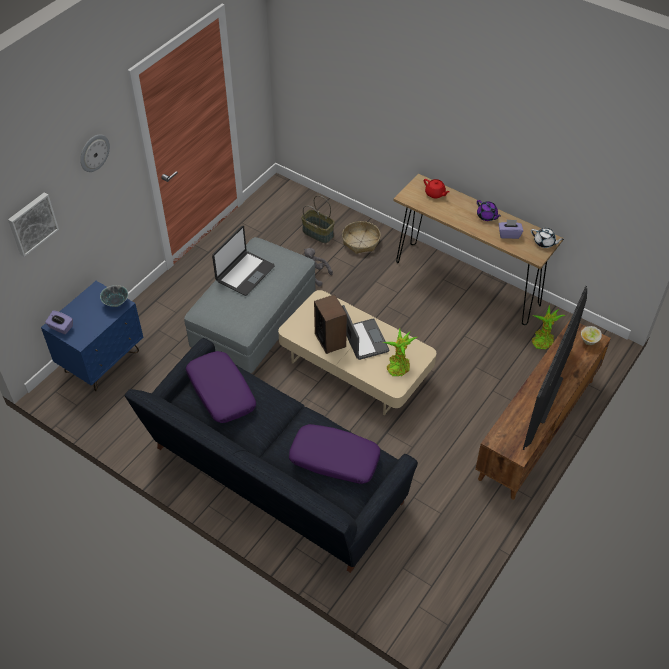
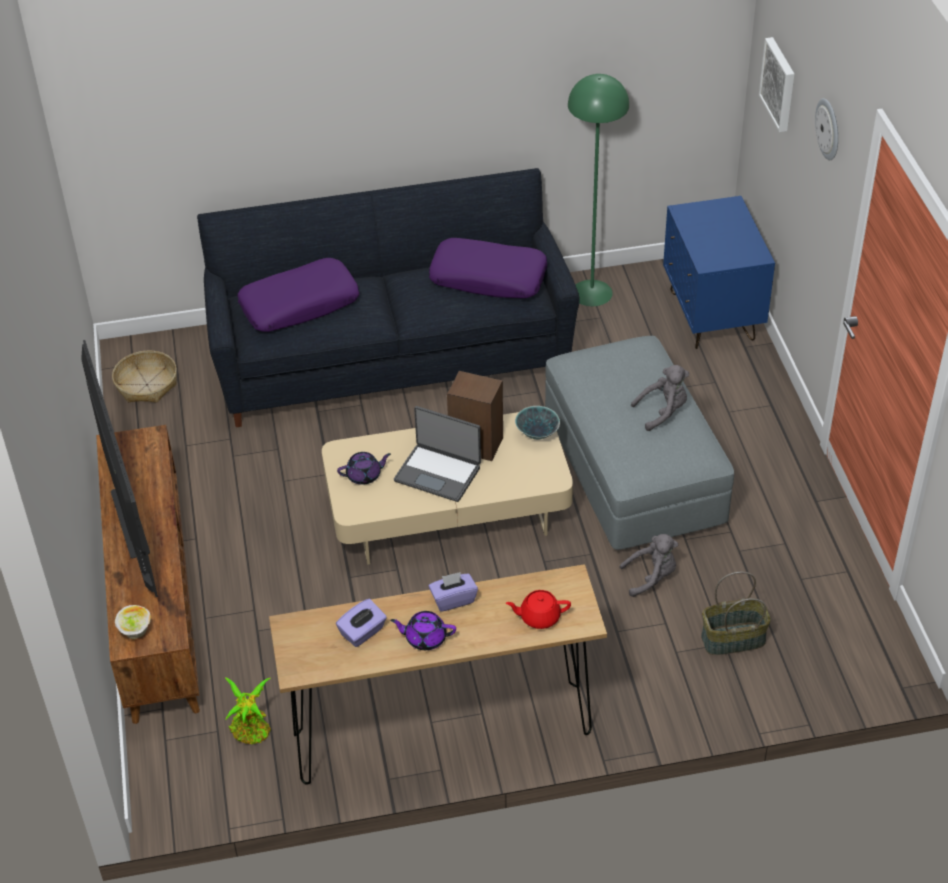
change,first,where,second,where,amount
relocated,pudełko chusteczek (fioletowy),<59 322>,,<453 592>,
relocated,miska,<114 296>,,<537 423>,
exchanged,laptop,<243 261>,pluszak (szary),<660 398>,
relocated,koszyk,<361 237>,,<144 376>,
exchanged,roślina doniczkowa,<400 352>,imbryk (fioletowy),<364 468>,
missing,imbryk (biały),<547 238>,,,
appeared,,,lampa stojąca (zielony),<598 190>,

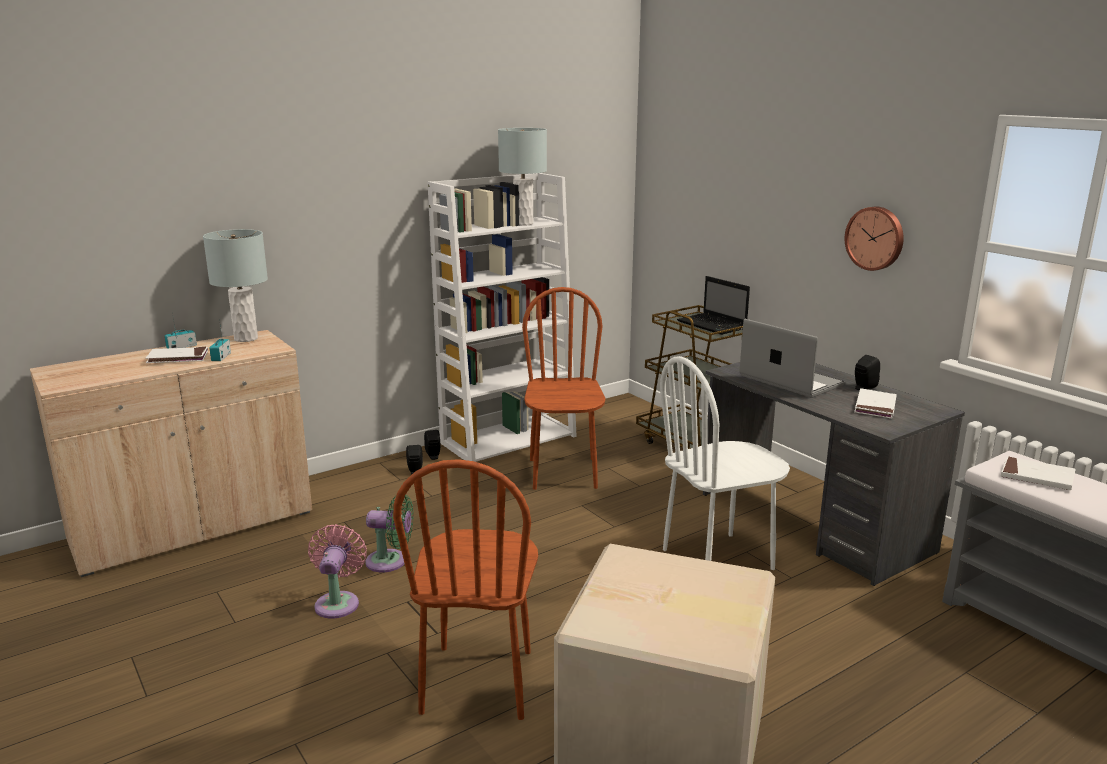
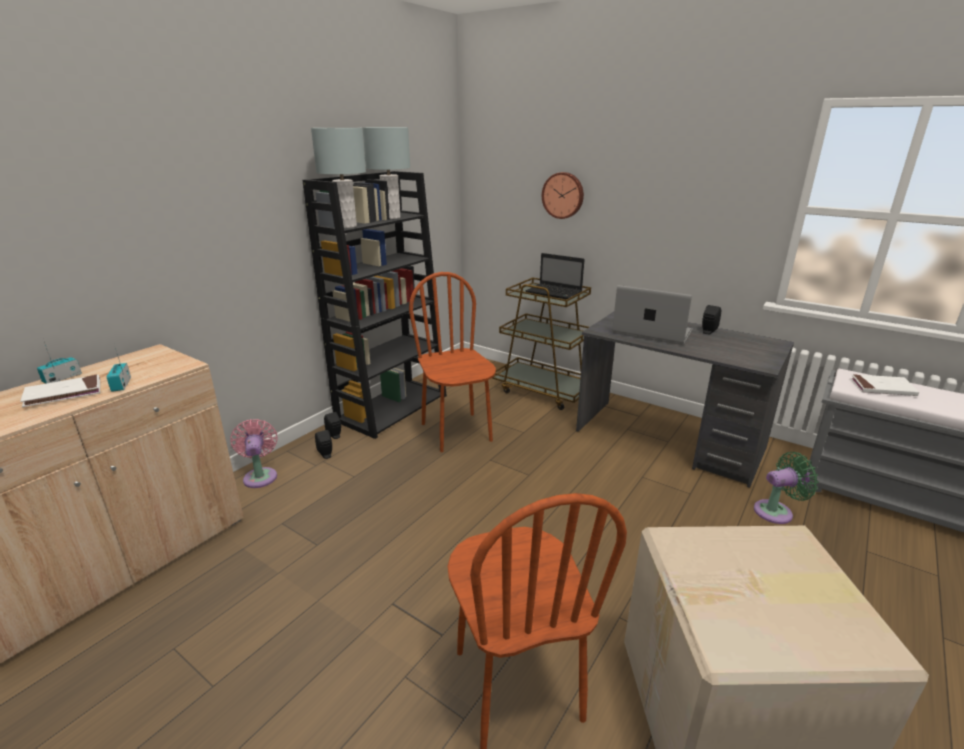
change,first,where,second,where,amount
relocated,lampa stołowa (szary),<235 285>,,<338 178>,
relocated,wentylator (różowy),<337 571>,,<253 453>,
relocated,wentylator (zielony),<389 533>,,<786 488>,
colour,regał (biały),<502 317>,regał (czarny),<374 305>,
missing,krzesło (biały),<725 463>,,,
relocated,zegar ścienny,<874 239>,,<563 195>,
missing,książka (biały),<875 403>,,,

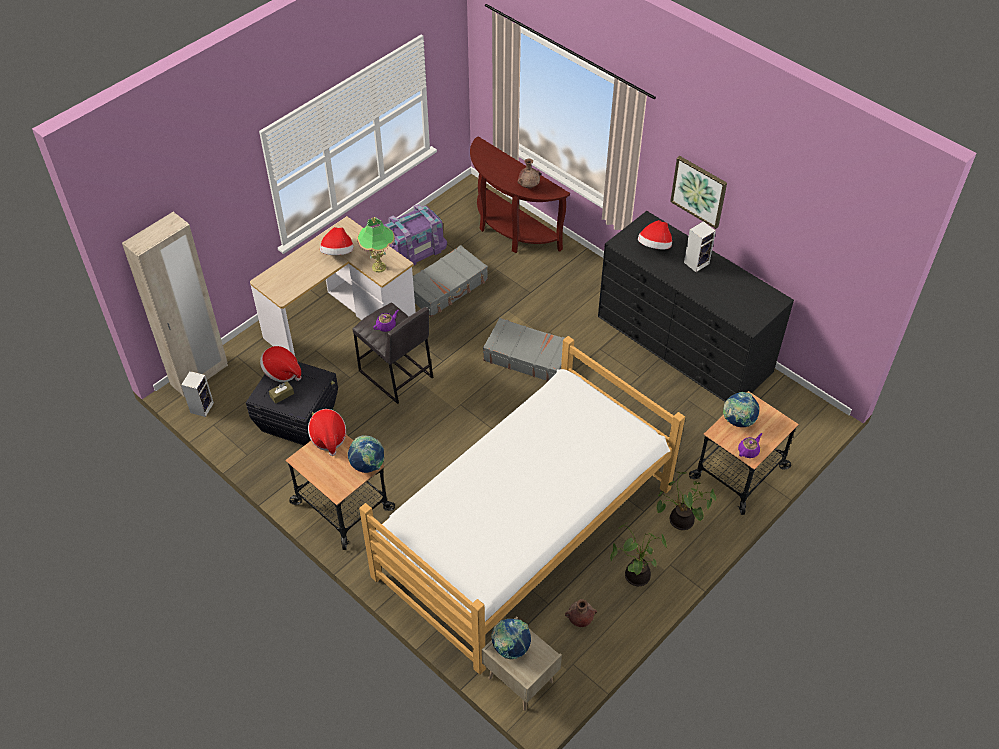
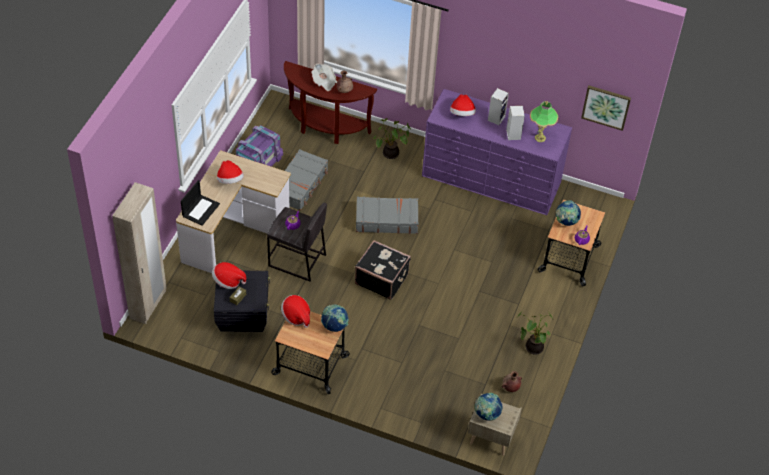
change,first,where,second,where,amount
relocated,głośnik,<197 394>,,<515 123>,
relocated,lampa stołowa,<376 245>,,<544 121>,
missing,łóżko,<522 505>,,,
colour,komoda (czarny),<696 306>,komoda (fioletowy),<497 152>,
relocated,roślina doniczkowa,<686 501>,,<392 138>,
relocated,obraz,<698 192>,,<606 108>,
appeared,,,laptop,<200 202>,
appeared,,,gazeta,<324 77>,
appeared,,,walizka (czarny),<383 270>,

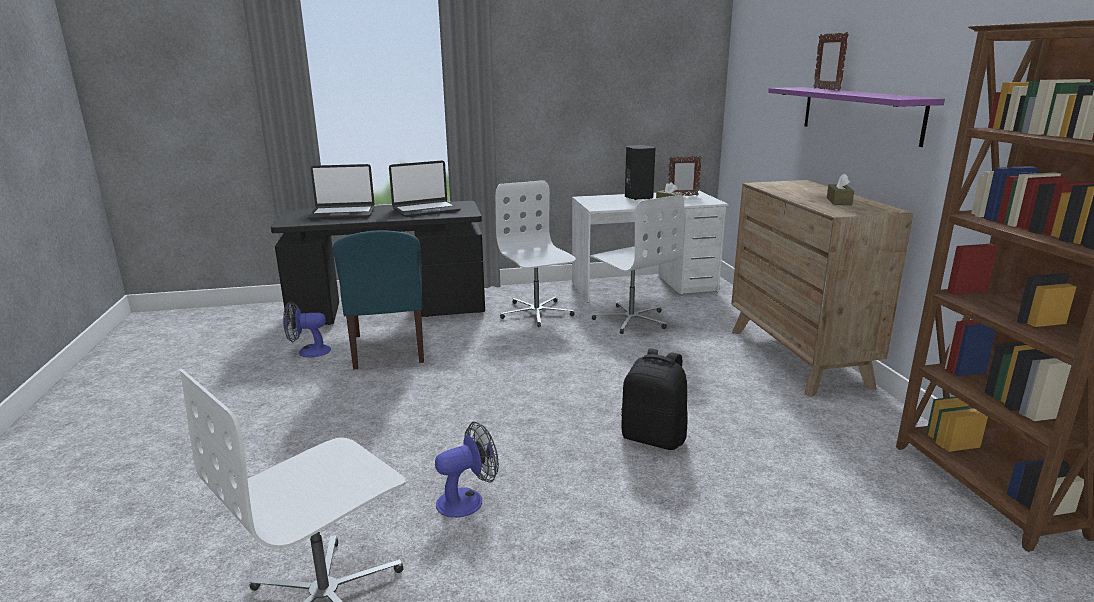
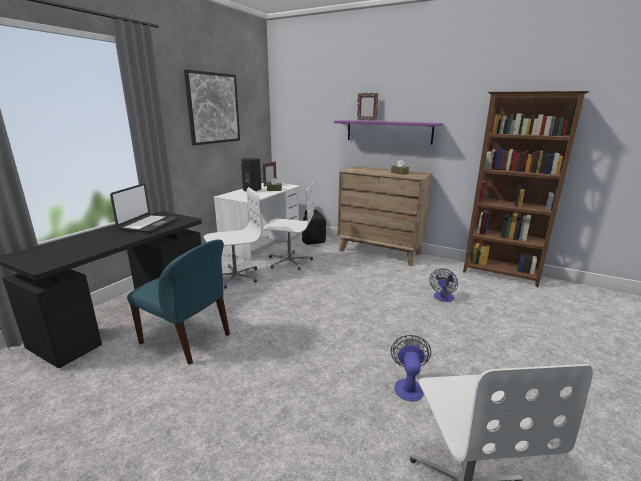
change,first,where,second,where,amount
relocated,wentylator,<307 329>,,<443 285>,
missing,laptop,<341 192>,,,
spun,krzesło biurowe (biały),<535 253>,,<233 238>,135 degrees clockwise
relocated,plecak (czarny),<654 399>,,<314 227>,
appeared,,,obraz,<212 107>,

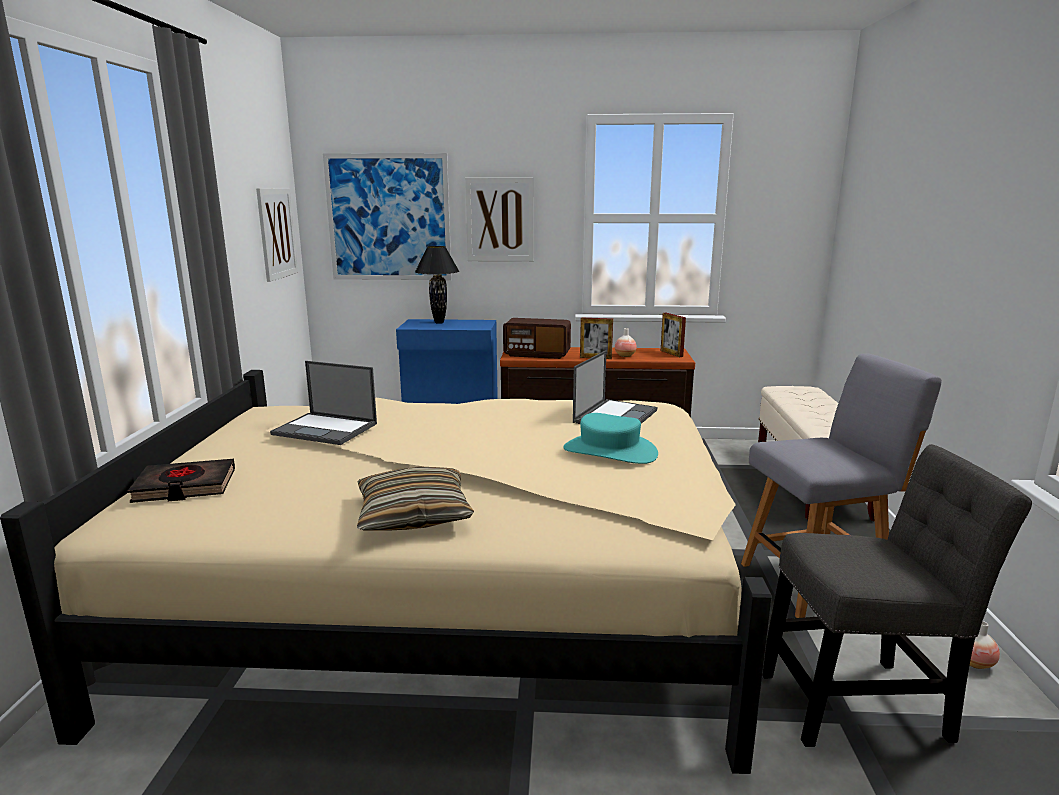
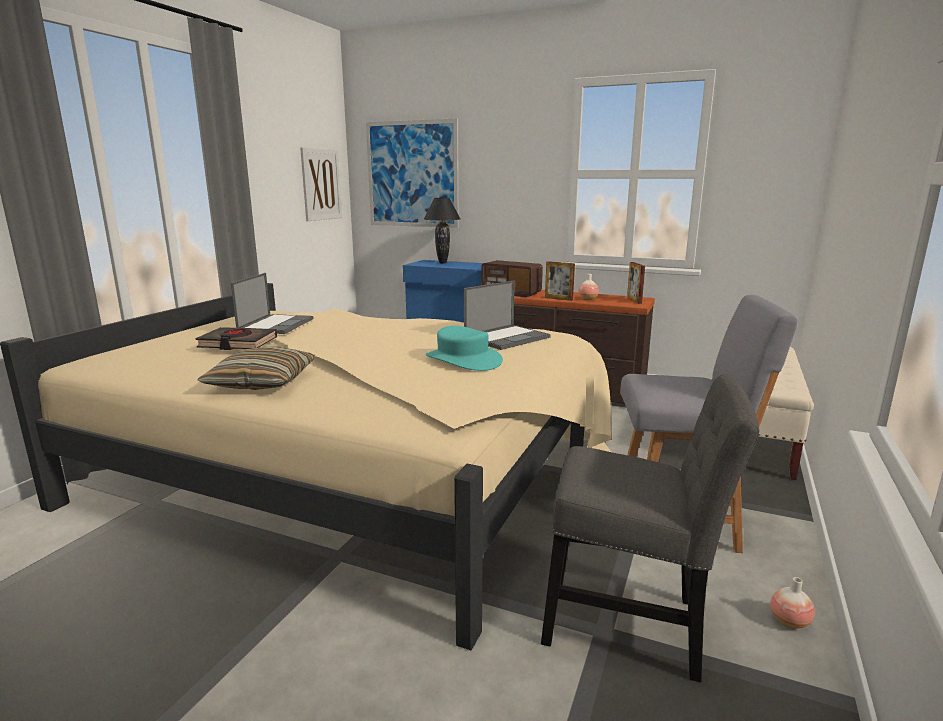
change,first,where,second,where,amount
relocated,książka (czarny),<181 481>,,<236 338>,
spun,laptop,<323 403>,,<272 303>,120 degrees counterclockwise
missing,obraz,<499 219>,,,

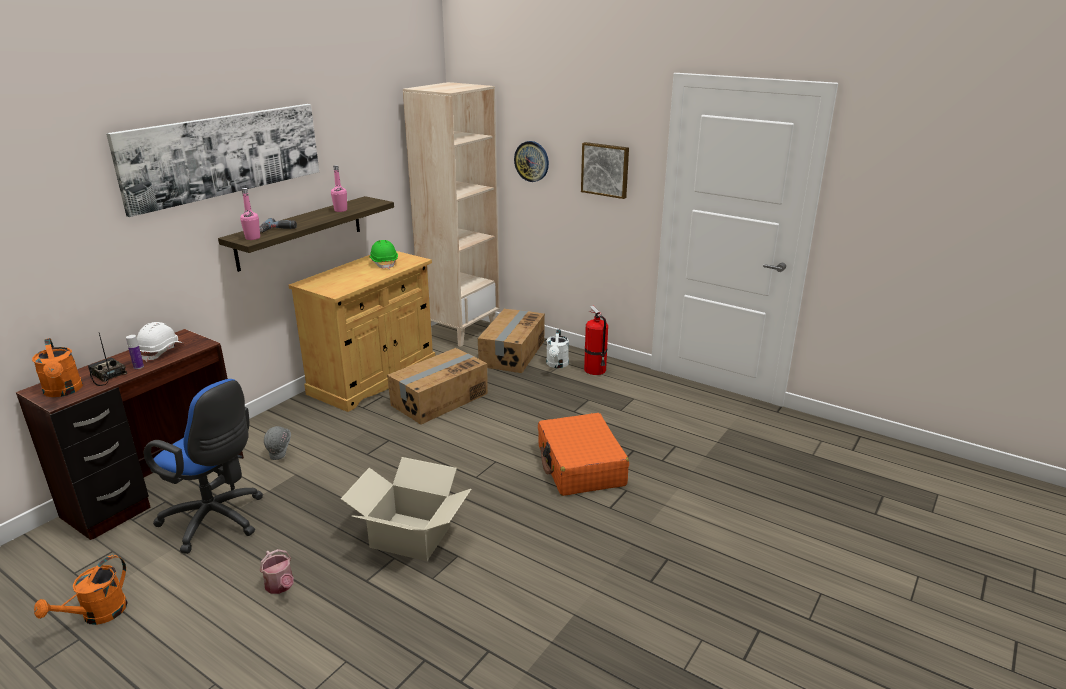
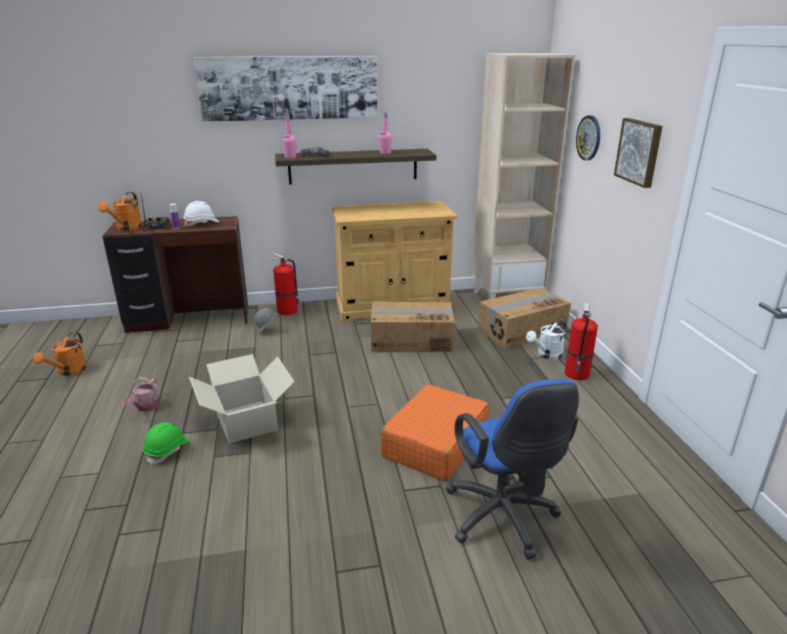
change,first,where,second,where,amount
spun,konewka (pomarańczowy),<81 590>,,<60 353>,60 degrees counterclockwise
relocated,krzesło biurowe (niebieski),<203 466>,,<512 469>,
relocated,kask (zielony),<383 254>,,<166 443>,
appeared,,,gaśnica,<286 284>,

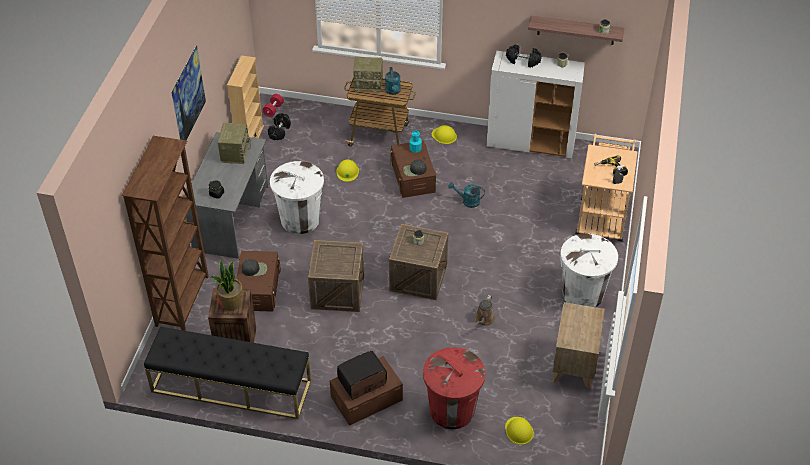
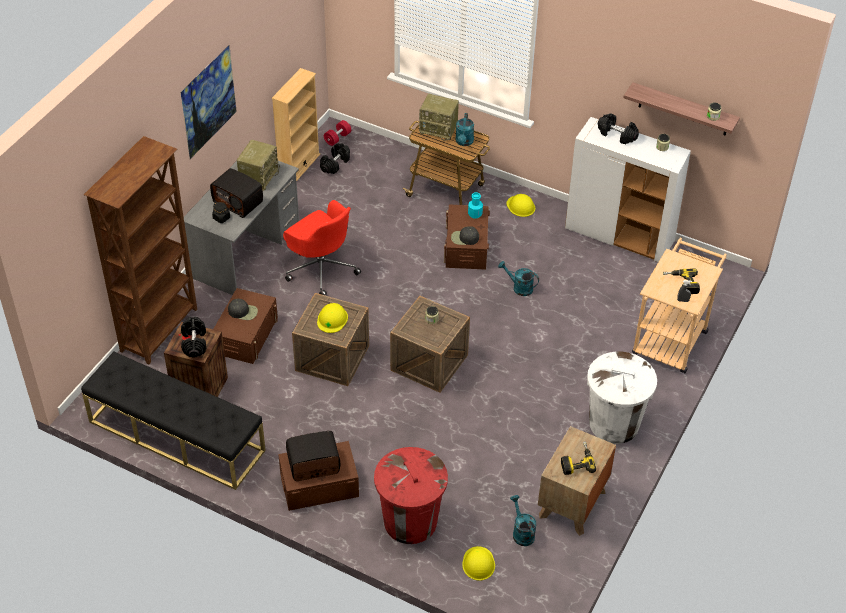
change,first,where,second,where,amount
exchanged,roślina doniczkowa,<226 285>,hantel (czarny),<193 337>,
exchanged,kosz na śmieci (biały),<297 197>,krzesło biurowe (czerwony),<322 248>,
relocated,kask (żółty),<347 170>,,<332 318>,
missing,konewka (brązowy),<485 310>,,,
appeared,,,radio,<236 193>,
appeared,,,konewka (turkusowy),<523 520>,
appeared,,,wiertarka,<578 458>,

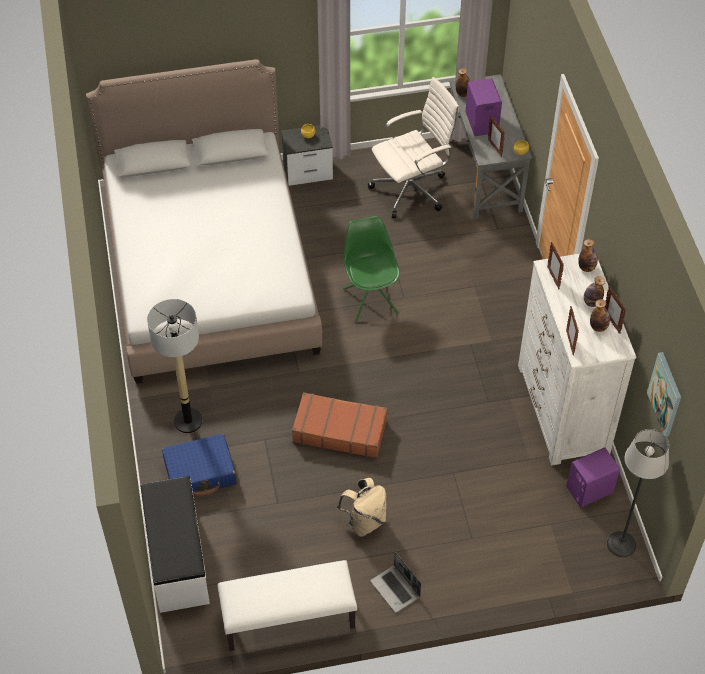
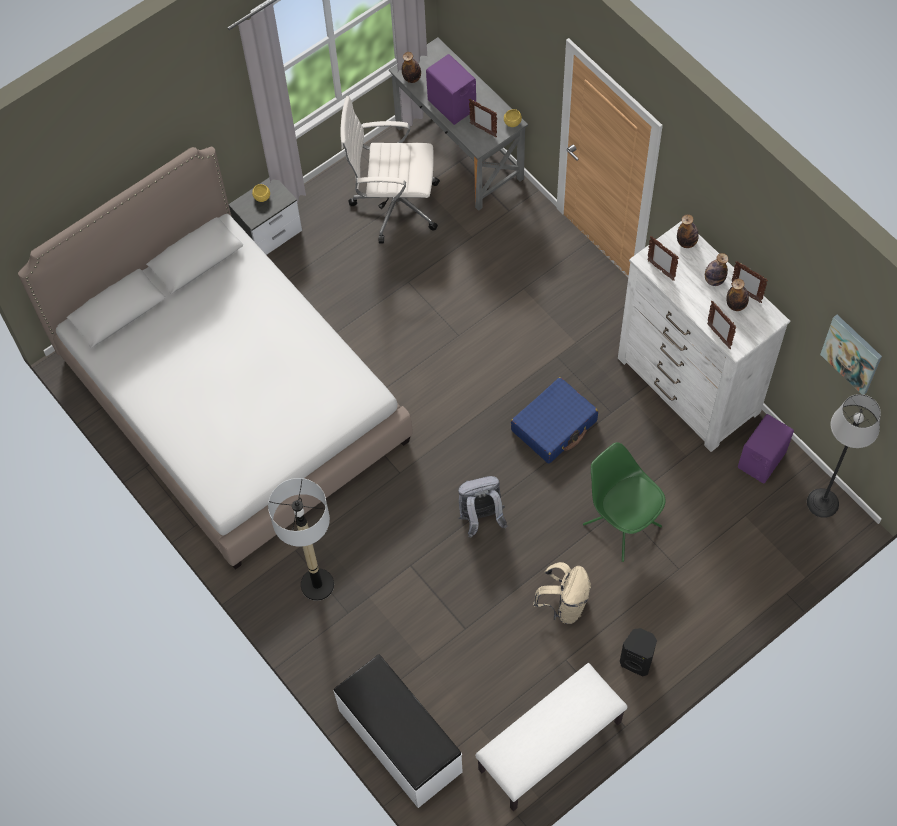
change,first,where,second,where,amount
relocated,walizka (niebieski),<199 465>,,<554 420>,
exchanged,walizka (brązowy),<339 425>,plecak (szary),<482 507>,
relocated,krzesło (zielony),<371 269>,,<624 502>,
spun,krzesło biurowe (biały),<413 147>,,<390 169>,120 degrees counterclockwise
exchanged,laptop,<395 582>,głośnik (czarny),<638 652>,

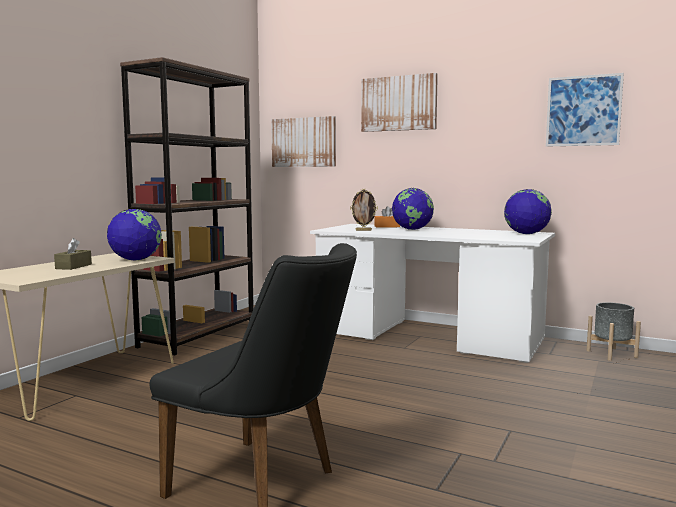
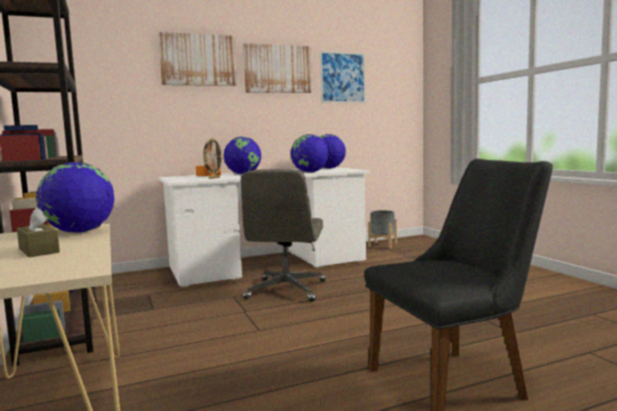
change,first,where,second,where,amount
relocated,obraz,<303 141>,,<277 68>,
appeared,,,krzesło biurowe (szary),<283 235>,
appeared,,,globus,<310 153>,

